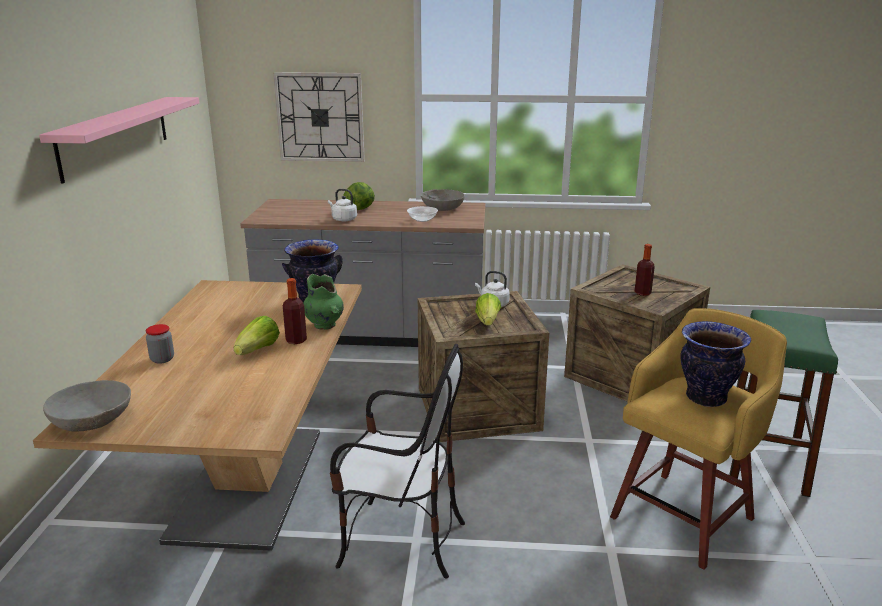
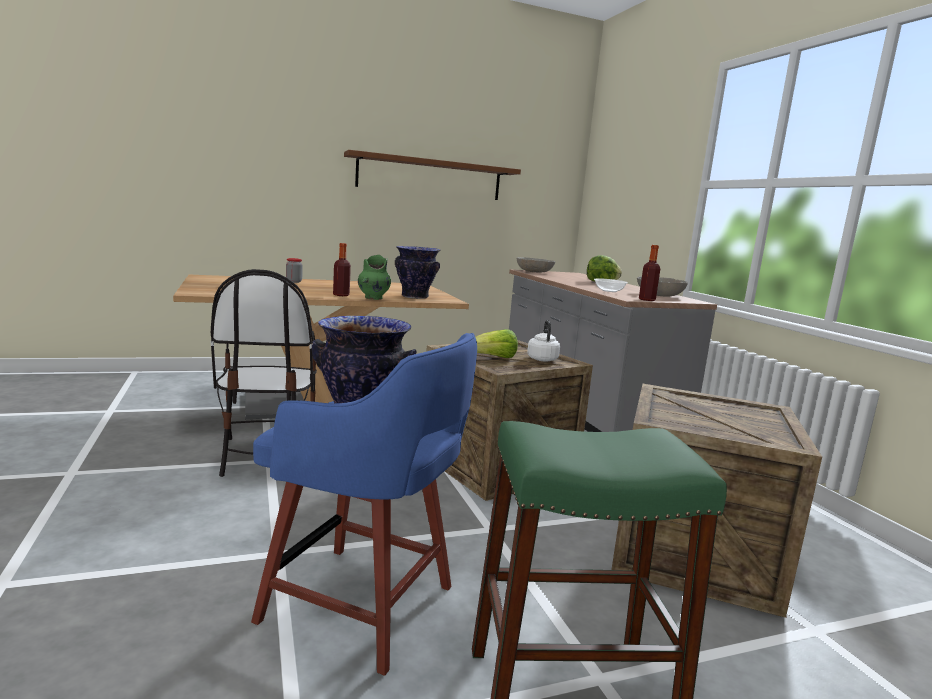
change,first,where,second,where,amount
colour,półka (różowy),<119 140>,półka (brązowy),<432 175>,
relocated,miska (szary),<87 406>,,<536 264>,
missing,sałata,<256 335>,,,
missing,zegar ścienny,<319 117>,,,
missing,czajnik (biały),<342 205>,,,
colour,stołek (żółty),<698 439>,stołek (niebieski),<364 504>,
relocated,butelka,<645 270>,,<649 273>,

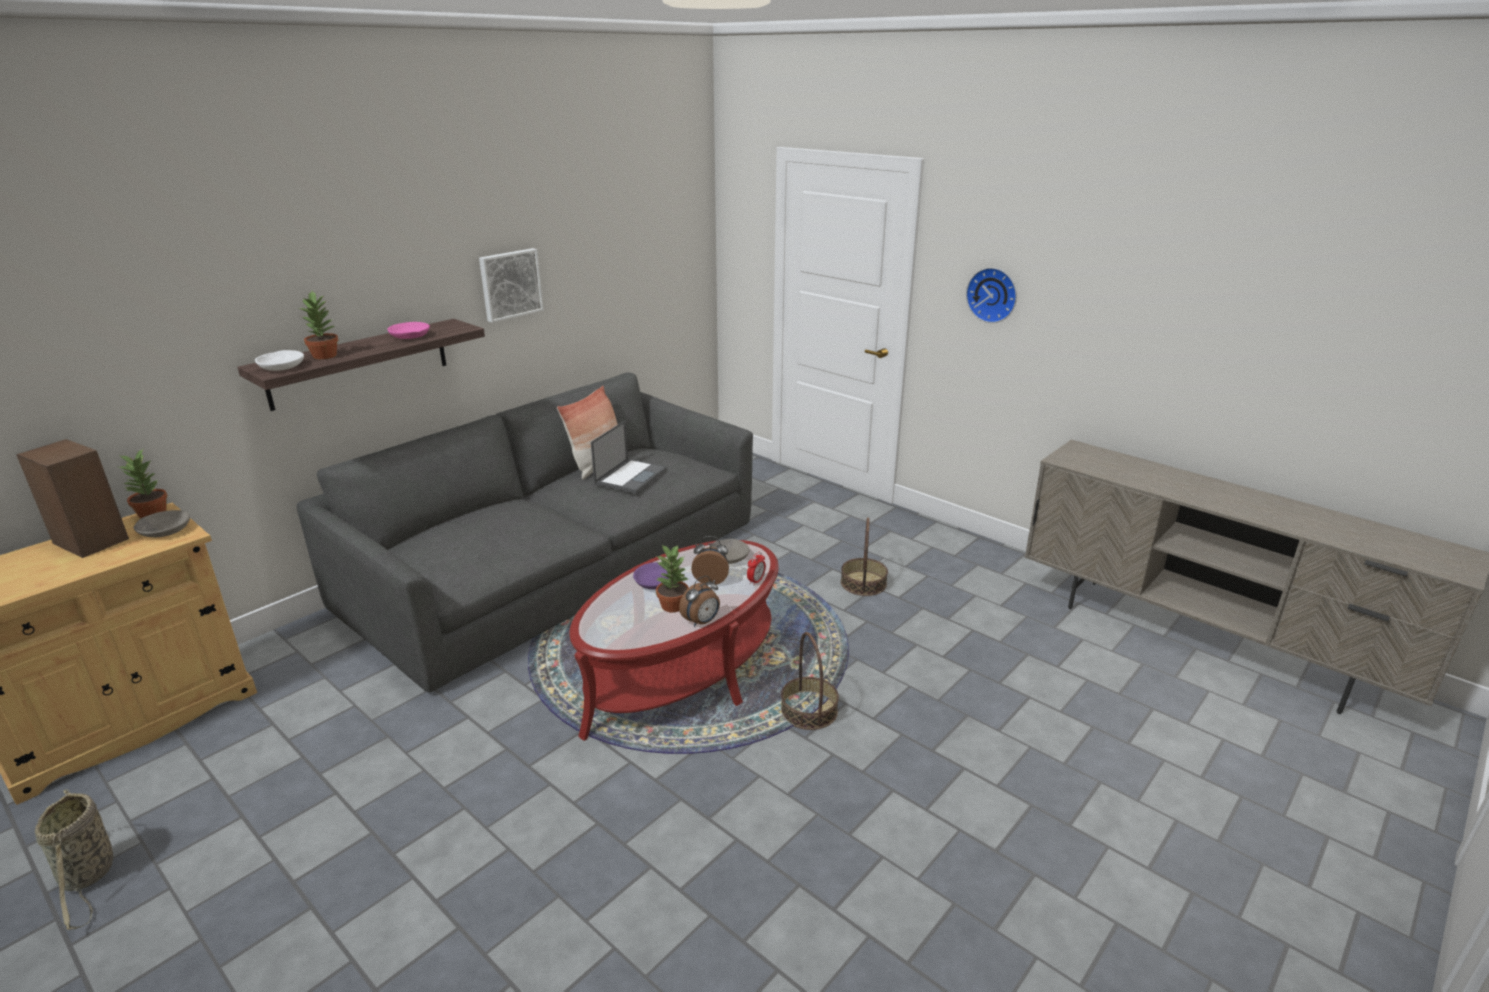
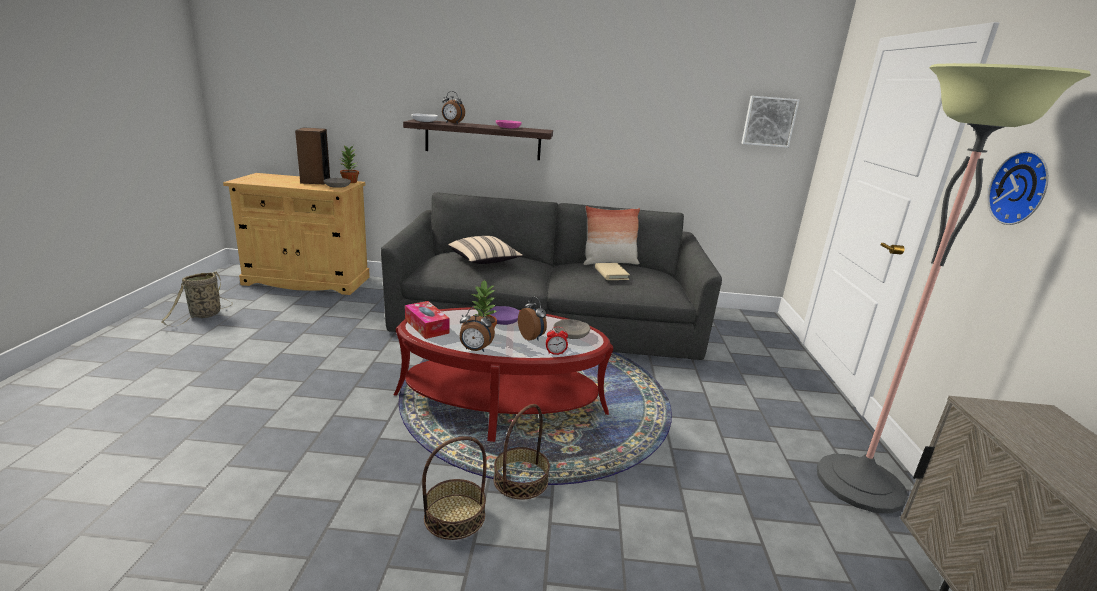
change,first,where,second,where,amount
exchanged,roślina doniczkowa,<318 325>,budzik,<453 107>,
relocated,obraz,<511 285>,,<771 122>,
exchanged,laptop,<629 457>,książka (beżowy),<612 271>,
relocated,koszyk,<864 556>,,<454 488>,
appeared,,,pudełko chusteczek,<427 320>,
appeared,,,poduszka (beżowy),<485 250>,
appeared,,,lampa stojąca,<954 288>,

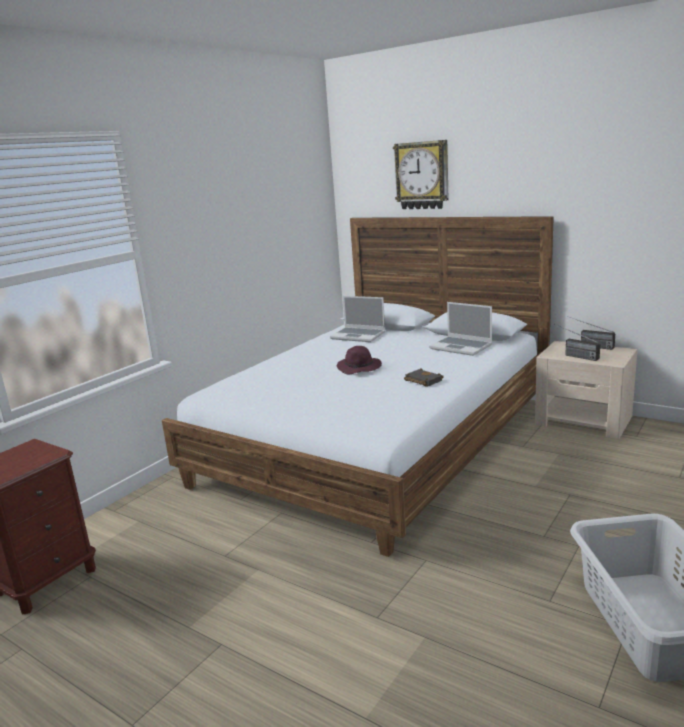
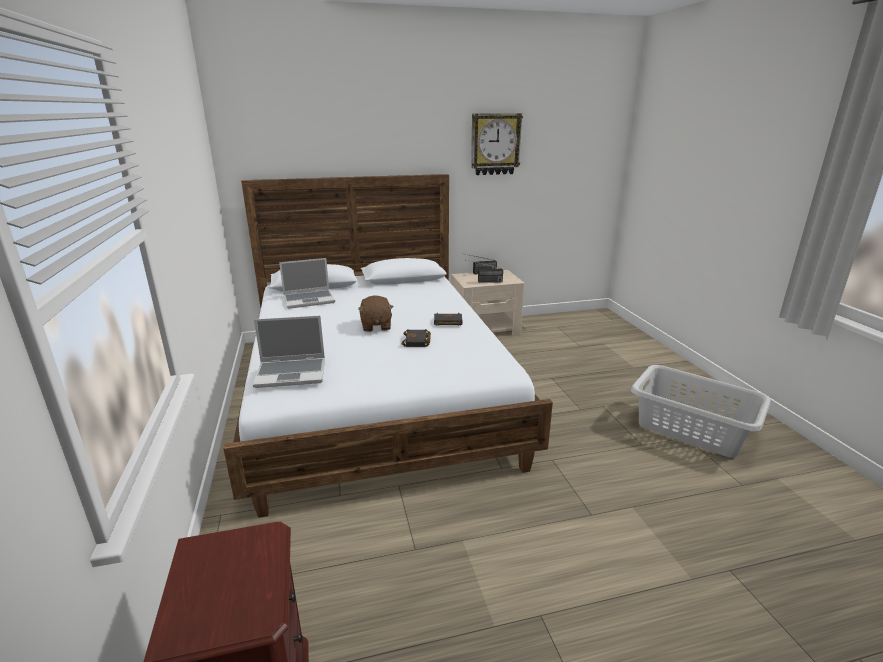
change,first,where,second,where,amount
exchanged,kapelusz (fioletowy),<359 360>,pluszak (brązowy),<375 313>,
relocated,zegar ścienny,<421 174>,,<497 144>,
relocated,laptop,<460 329>,,<289 352>,
appeared,,,książka (czarny),<416 338>,

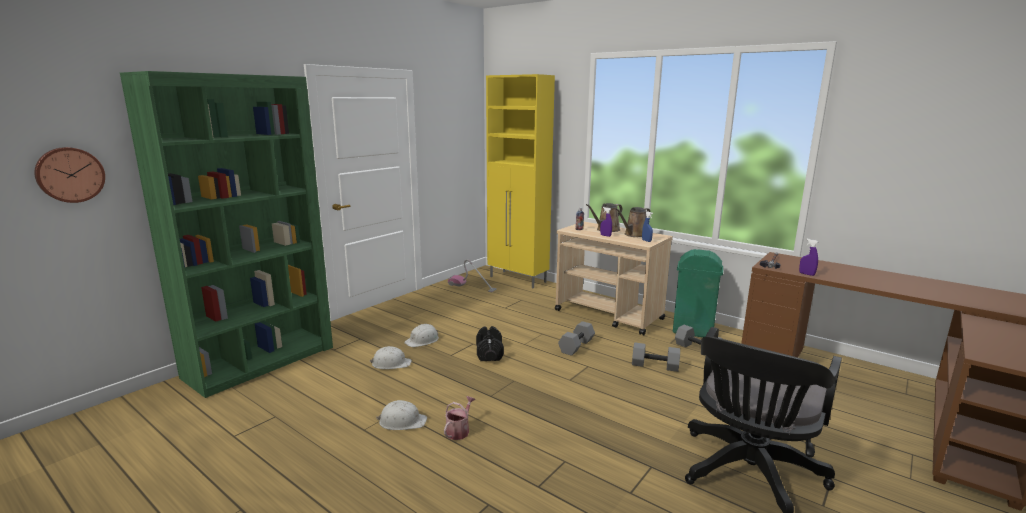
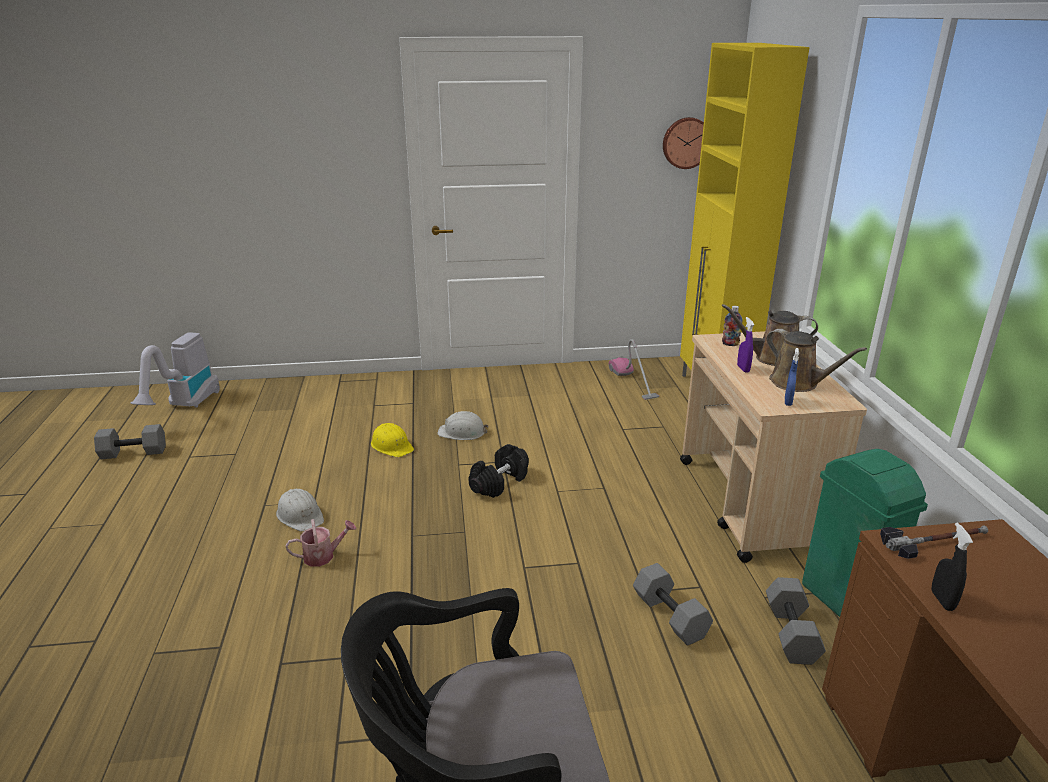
change,first,where,second,where,amount
relocated,zegar ścienny,<69 175>,,<683 143>,
missing,regał (zielony),<226 234>,,,
colour,kask (biały),<390 357>,kask (żółty),<392 440>,
relocated,hantel (szary),<576 338>,,<130 441>,
spun,konewka (brązowy),<633 222>,,<817 360>,135 degrees counterclockwise
colour,spryskiwacz (fioletowy),<808 257>,spryskiwacz (czarny),<952 567>,
appeared,,,odkurzacz,<175 370>,

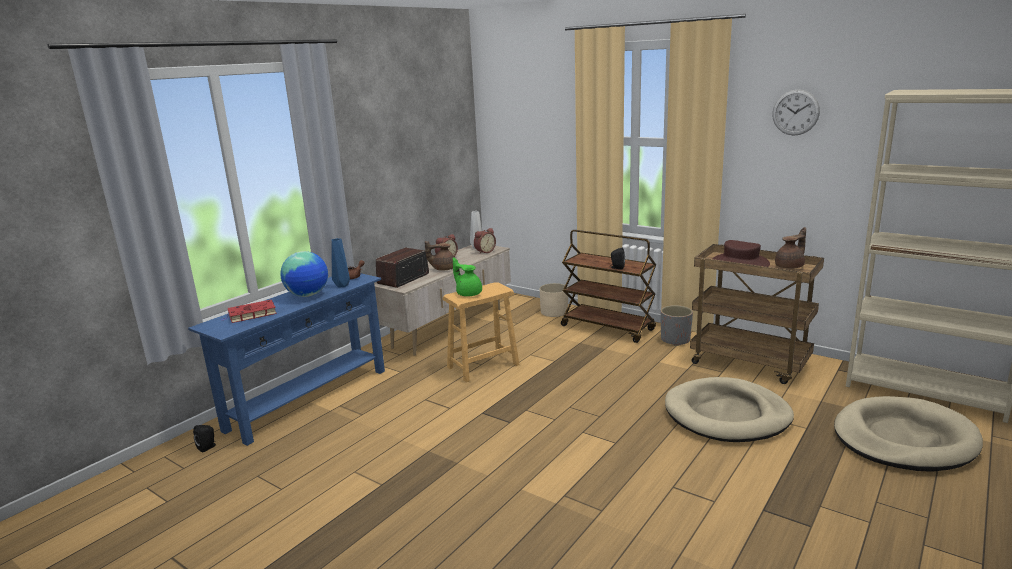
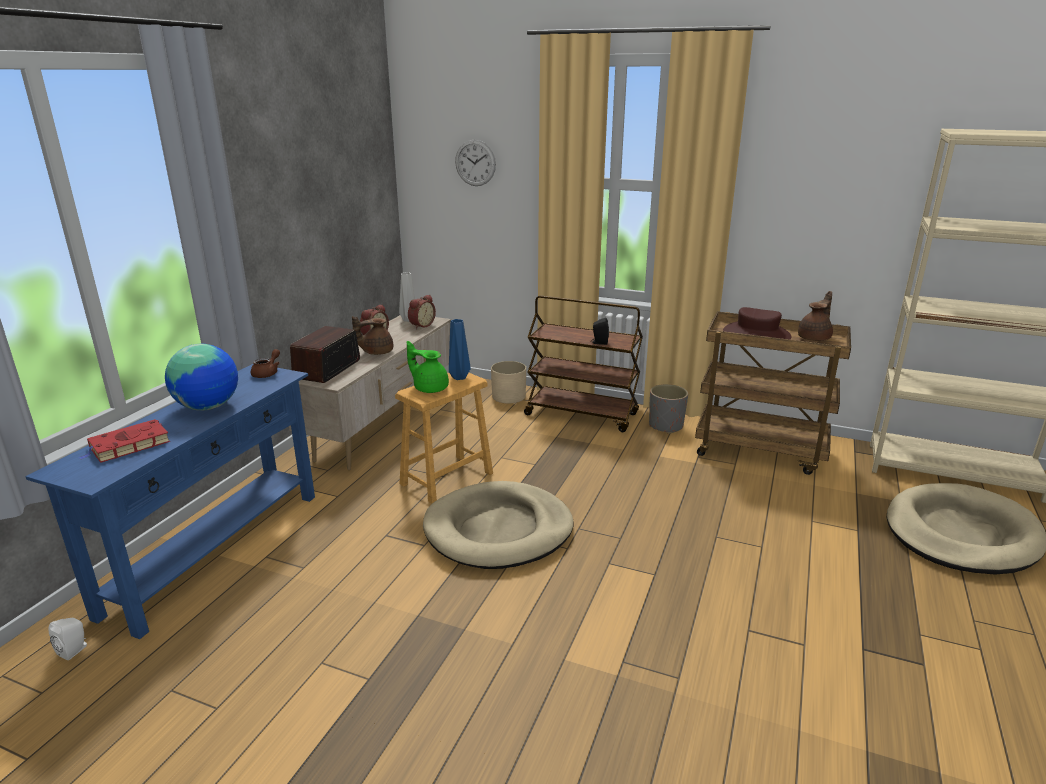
change,first,where,second,where,amount
colour,głośnik (czarny),<204 438>,głośnik (biały),<68 639>,
relocated,wazon (niebieski),<340 262>,,<460 349>,
relocated,legowisko (beżowy),<729 409>,,<498 525>,
relocated,zegar ścienny,<796 112>,,<475 163>,

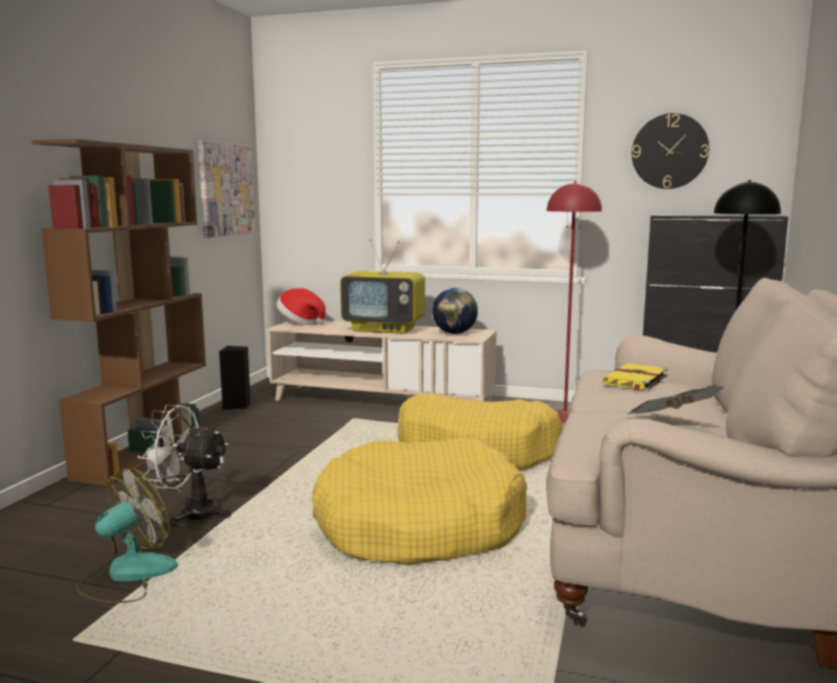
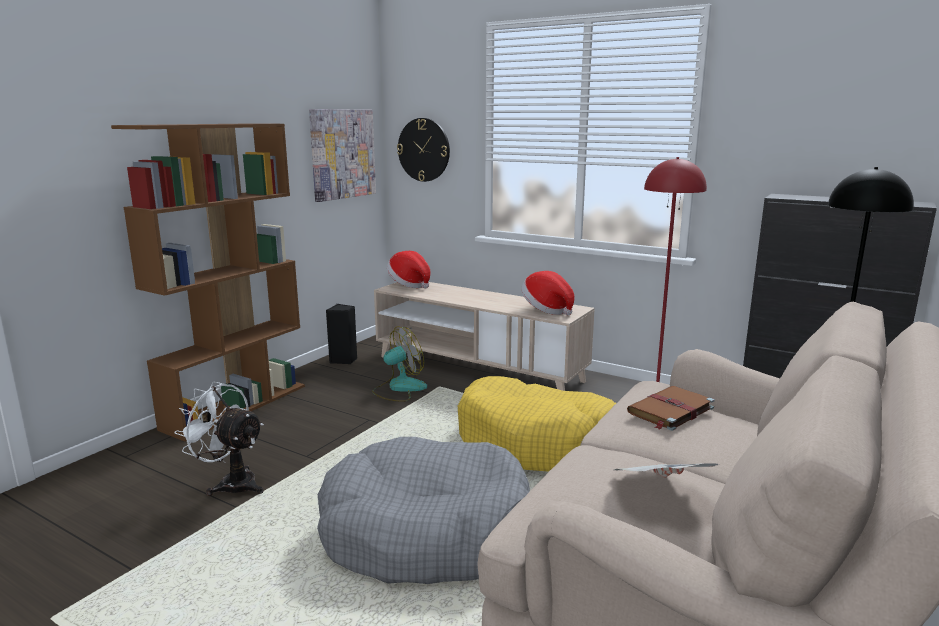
change,first,where,second,where,amount
relocated,wentylator,<127 536>,,<399 364>,
colour,legowisko (żółty),<419 501>,legowisko (szary),<423 510>,
missing,telewizor,<382 286>,,,
exchanged,globus,<455 311>,kapelusz,<547 293>,
colour,książka (żółty),<635 377>,książka (brązowy),<671 408>,
relocated,zegar ścienny,<670 151>,,<423 150>,

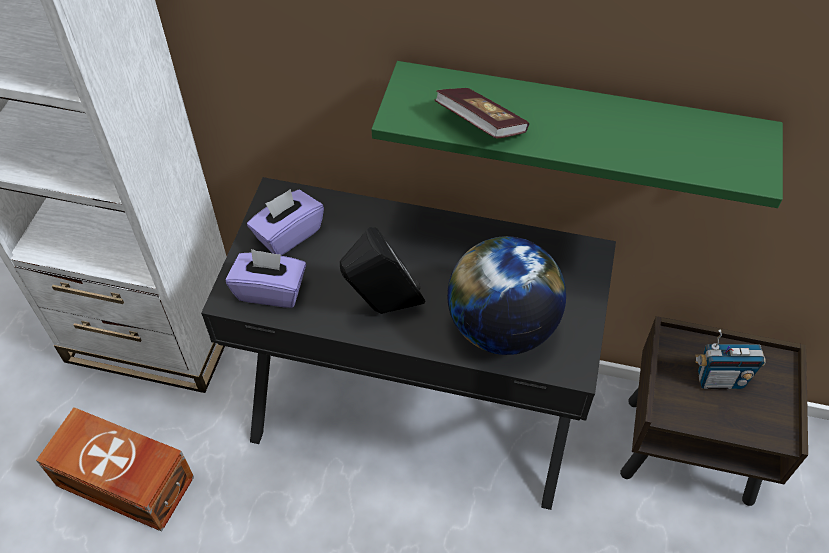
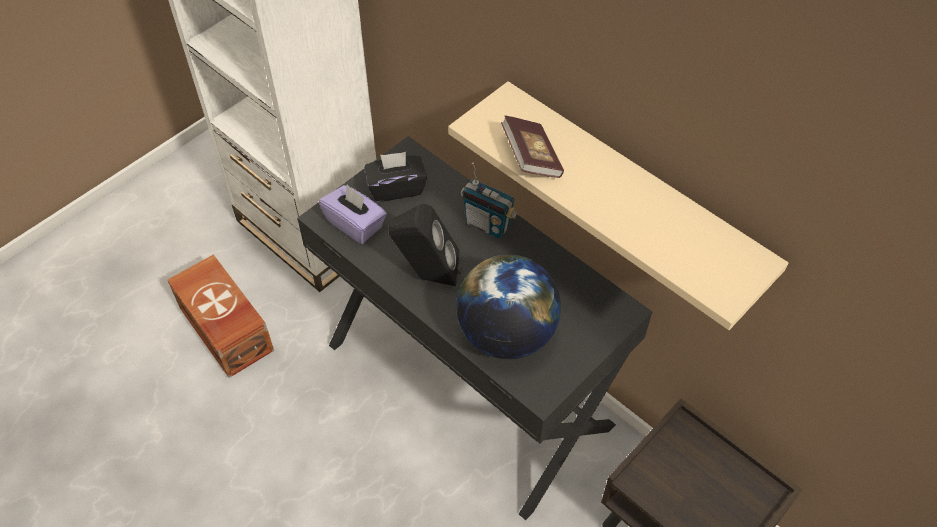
change,first,where,second,where,amount
colour,pudełko chusteczek (fioletowy),<285 222>,pudełko chusteczek (czarny),<395 177>,
colour,półka (zielony),<577 134>,półka (beżowy),<618 205>,
relocated,radio,<731 359>,,<489 200>,

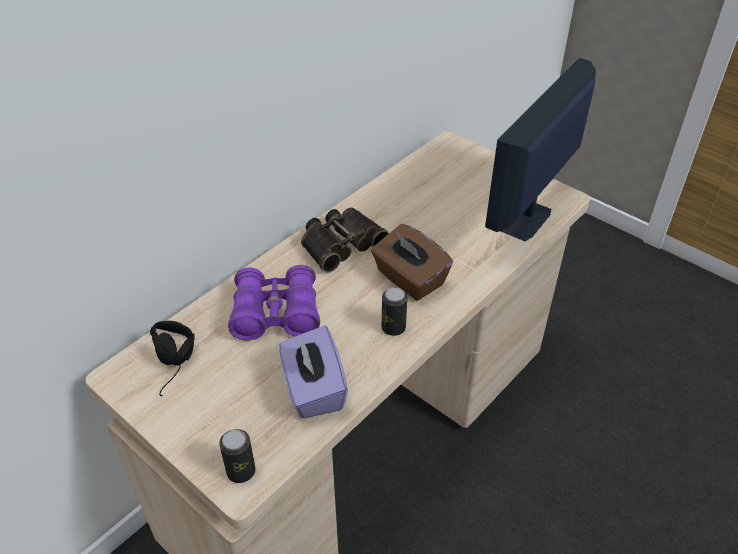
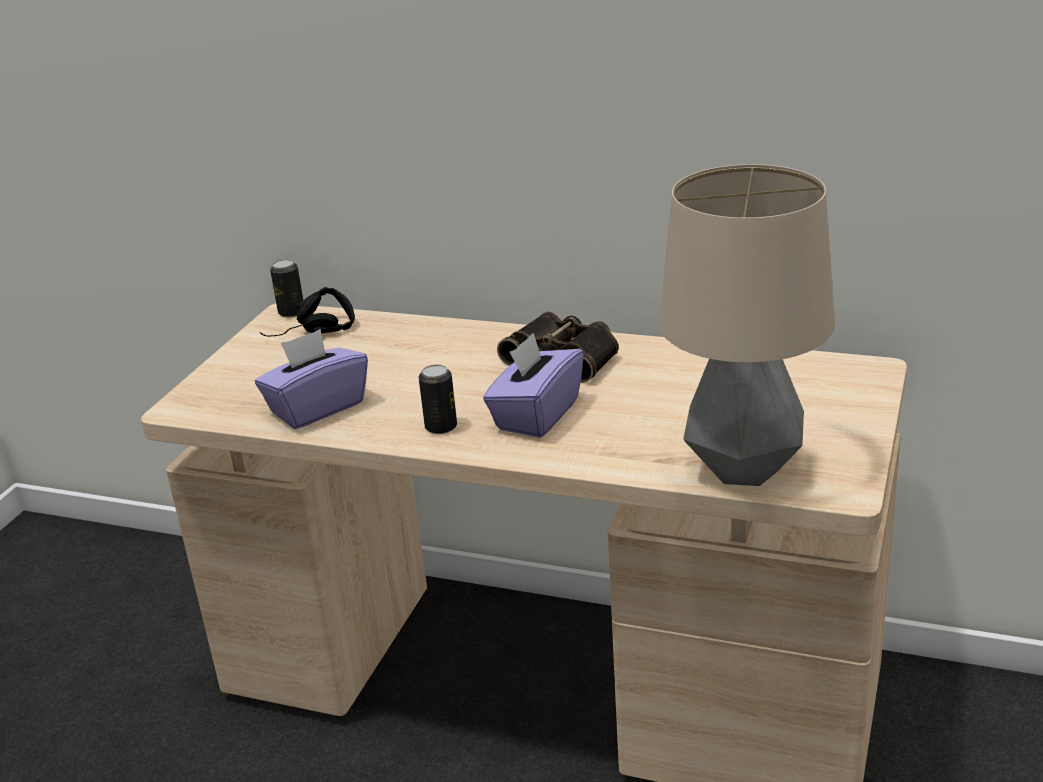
change,first,where,second,where,amount
relocated,puszka,<237 456>,,<286 288>,
missing,lornetka (fioletowy),<274 303>,,,
colour,pudełko chusteczek (brązowy),<412 262>,pudełko chusteczek (fioletowy),<533 385>,
exchanged,monitor,<540 149>,lampa stołowa,<747 325>,

